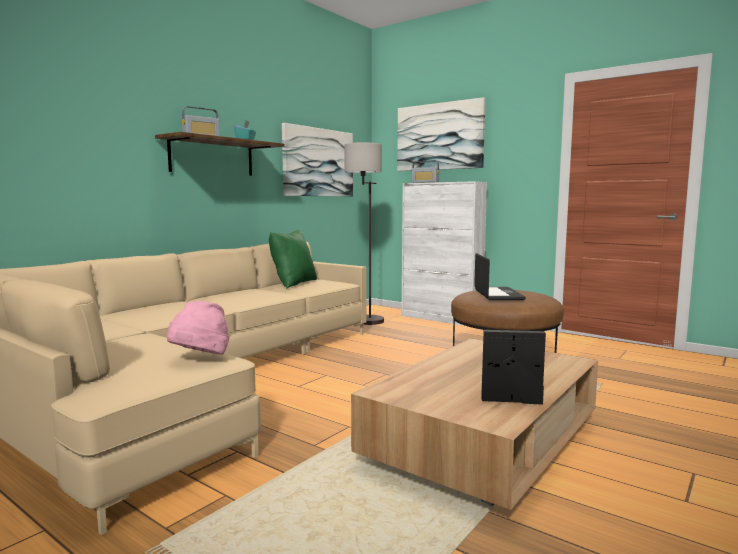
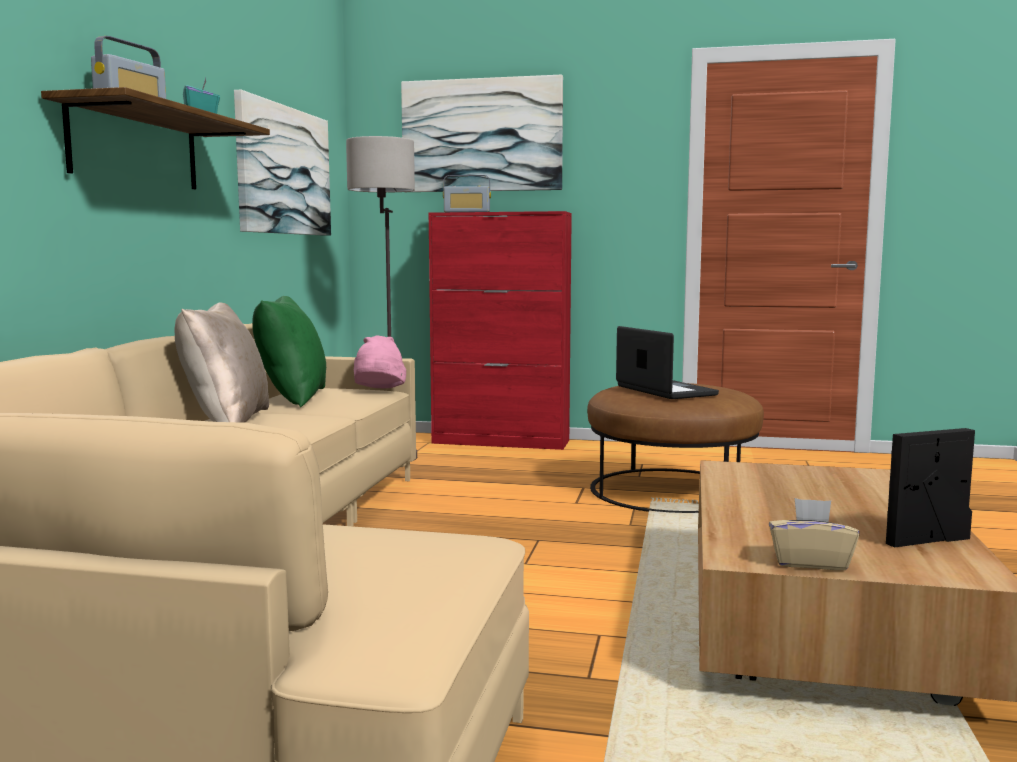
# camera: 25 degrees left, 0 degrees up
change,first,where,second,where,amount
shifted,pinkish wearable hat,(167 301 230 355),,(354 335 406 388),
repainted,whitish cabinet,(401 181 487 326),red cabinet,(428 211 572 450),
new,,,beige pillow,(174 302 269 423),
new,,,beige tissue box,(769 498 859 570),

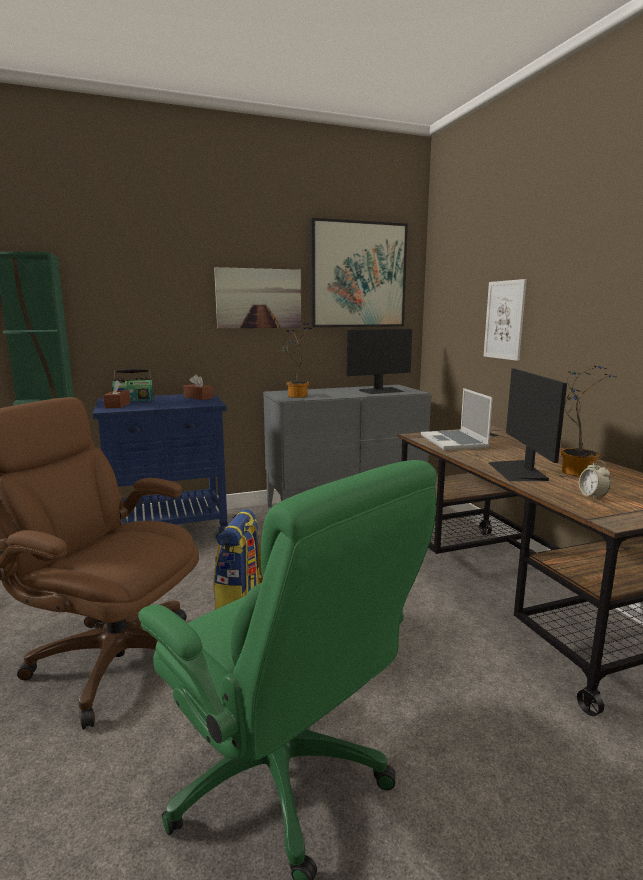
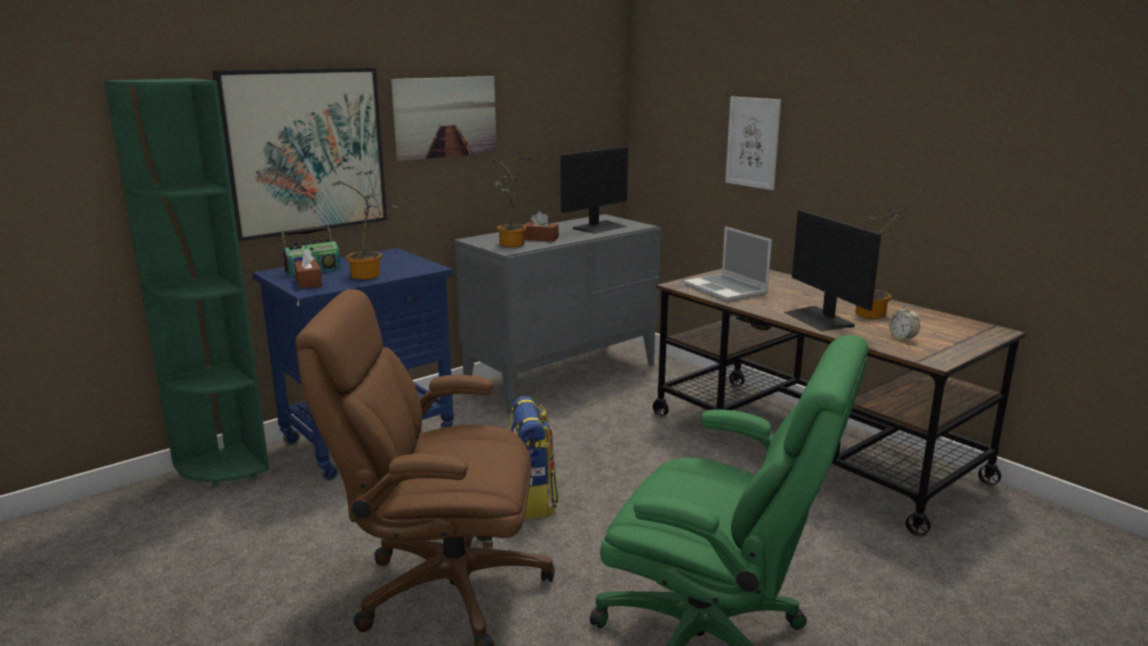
# camera: 20 degrees left, 5 degrees up
change,first,where,second,where,amount
shifted,brown-coloured tissue box,(183 374 213 400),,(524 211 559 242),
shifted,picture,(310 218 408 327),,(212 68 387 242),
new,,,houseplant,(331 166 399 280),

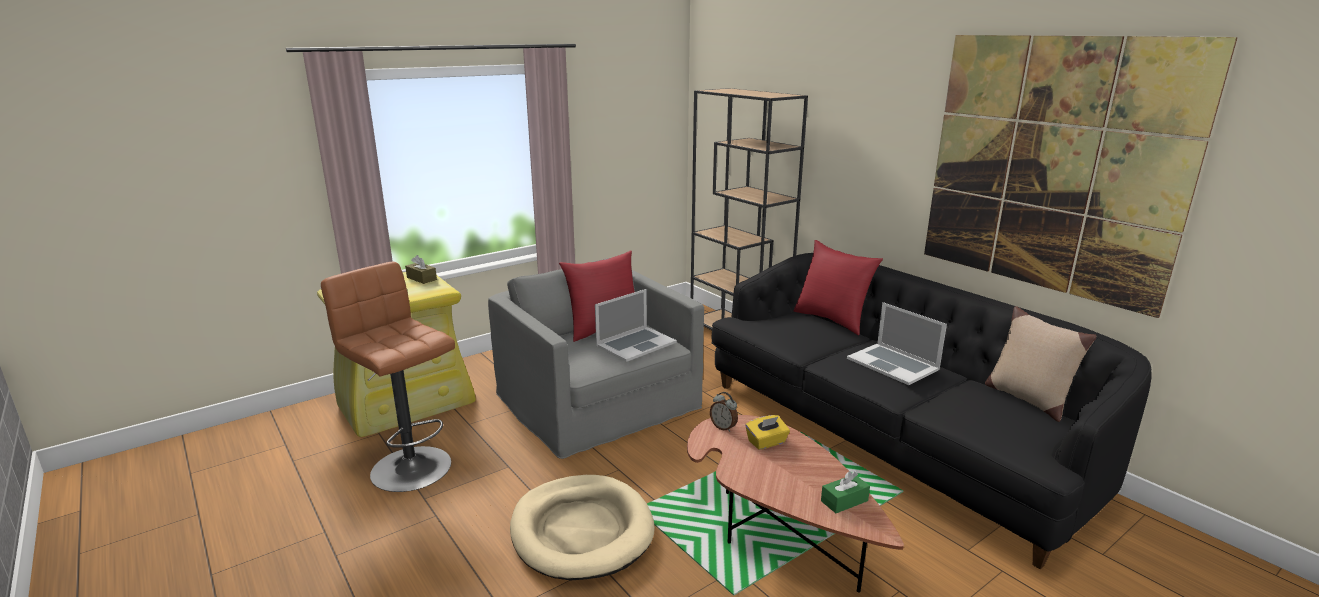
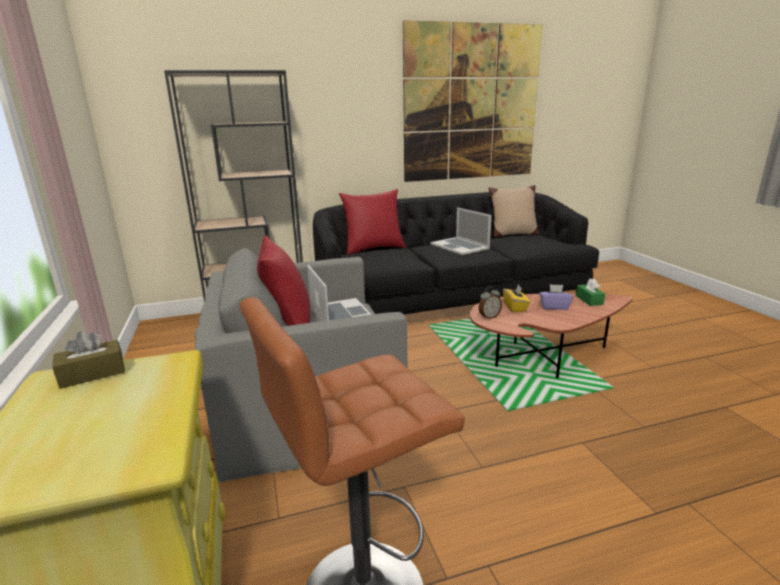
# camera: 70 degrees left, 0 degrees up
change,first,where,second,where,amount
gone,beige dog bed,(510 475 655 580),,,
rotated,portable computer,(847 302 947 385),,(430 207 492 255),75 degrees clockwise
new,,,purple tissue box,(539 284 573 310),

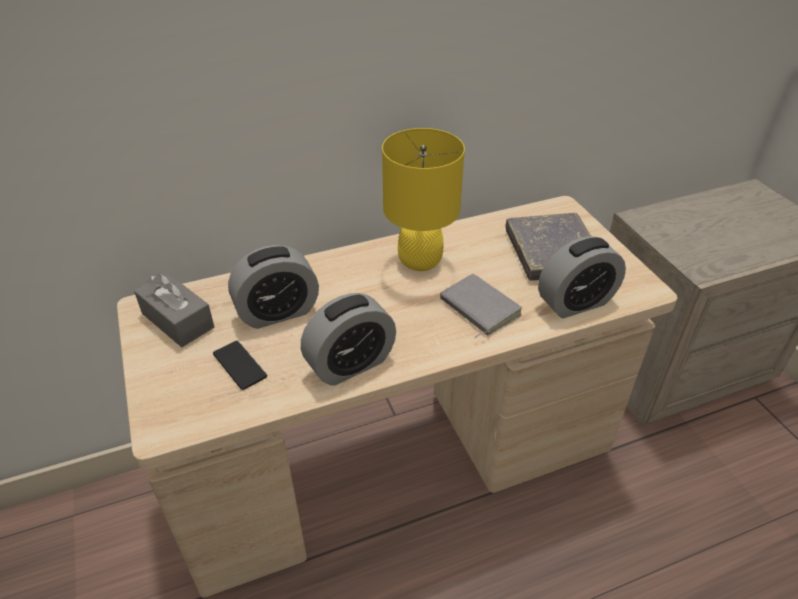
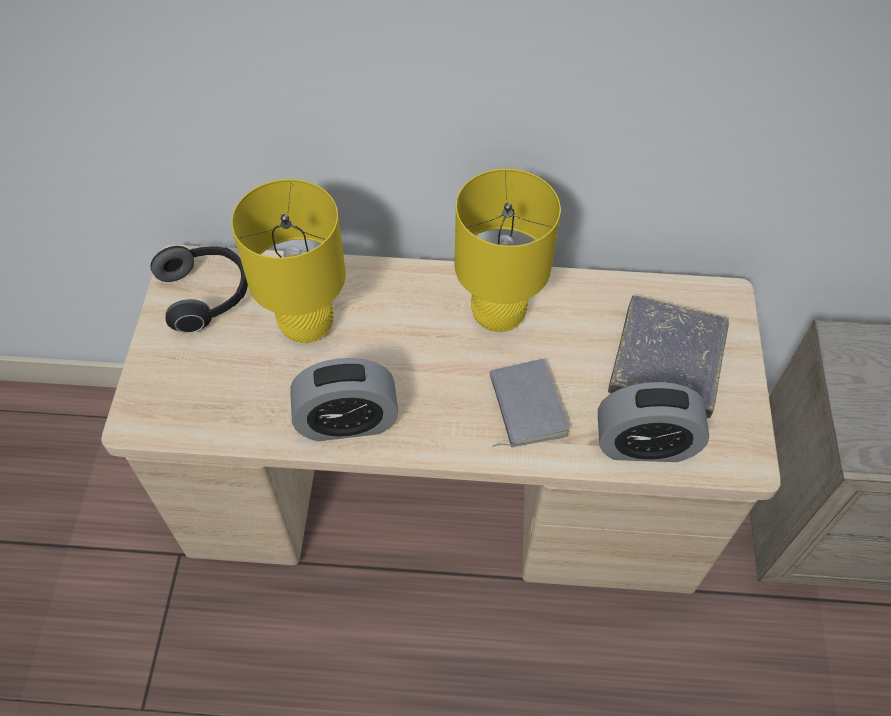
# camera: 25 degrees right, 15 degrees up
change,first,where,second,where,amount
swapped,greyish tissue box,(134 273 214 347),pair of headphones,(150 246 248 333),
gone,handset,(213 341 267 390),,,
swapped,bedside clock,(228 245 319 329),yellow lamp for a table,(231 179 346 343),

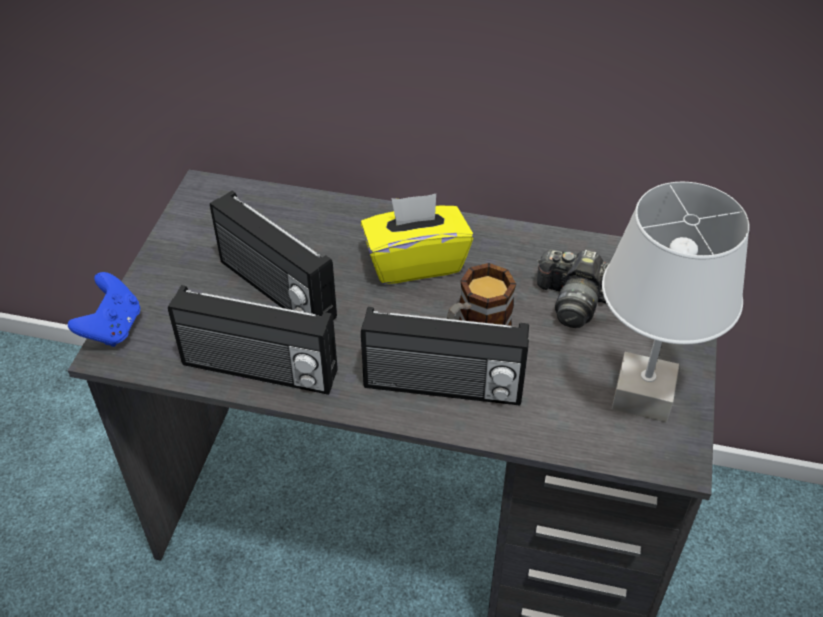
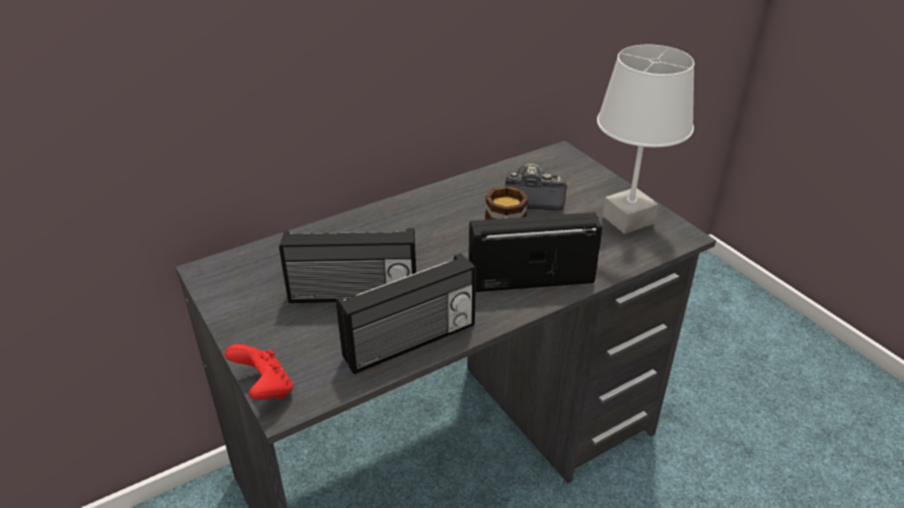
# camera: 45 degrees left, 10 degrees down
change,first,where,second,where,amount
repainted,blue-coloured game controller,(68 272 140 347),red game controller,(225 344 293 400),
gone,yellow tissue box,(361 194 474 284),,,
rotated,radio,(361 307 529 405),,(469 212 602 292),150 degrees counterclockwise
rotated,still camera,(537 249 610 328),,(505 163 569 210),150 degrees counterclockwise

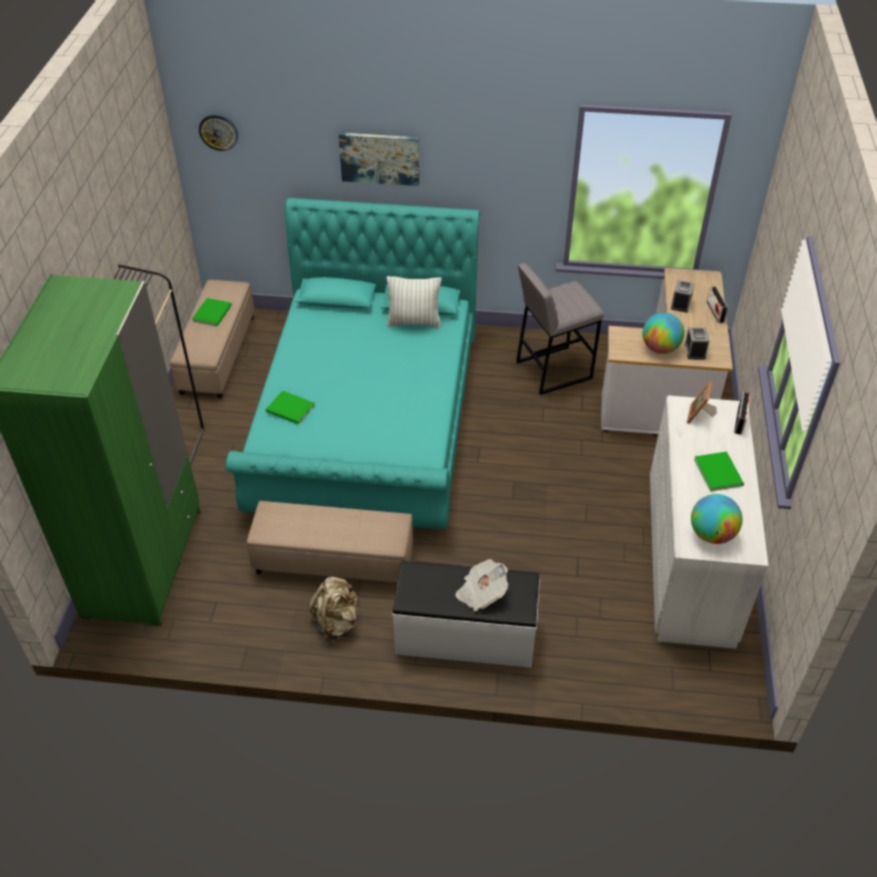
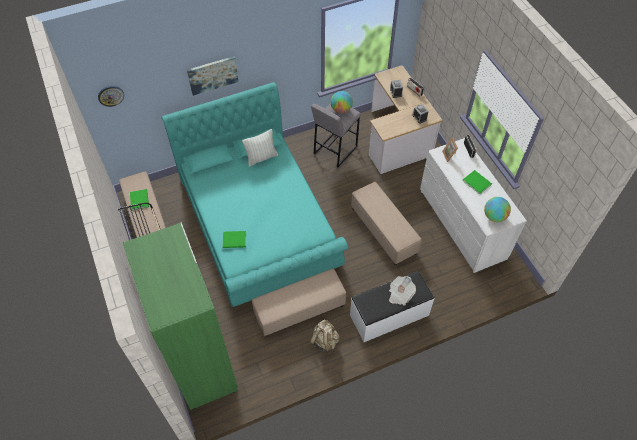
# camera: 30 degrees left, 10 degrees up
change,first,where,second,where,amount
shifted,world globe,(643 313 684 354),,(331 91 353 113),
new,,,beige ottoman,(351 182 422 265),

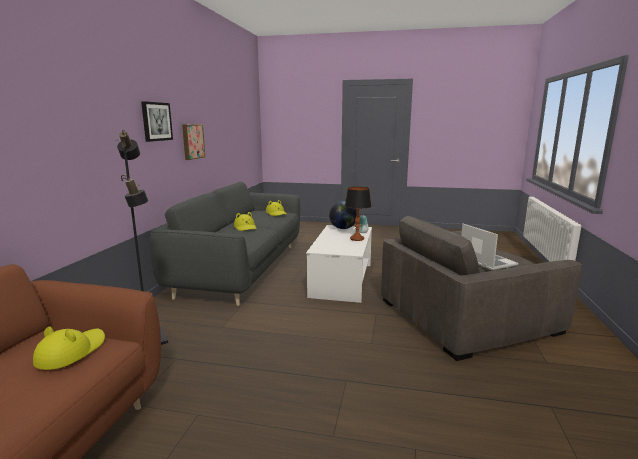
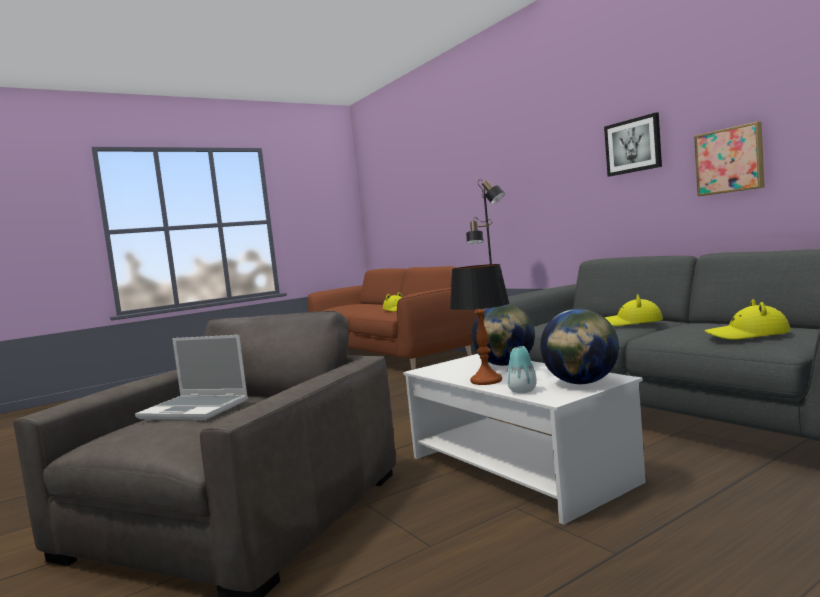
# camera: 135 degrees right, 10 degrees down
change,first,where,second,where,amount
new,,,world globe,(471 304 535 366),

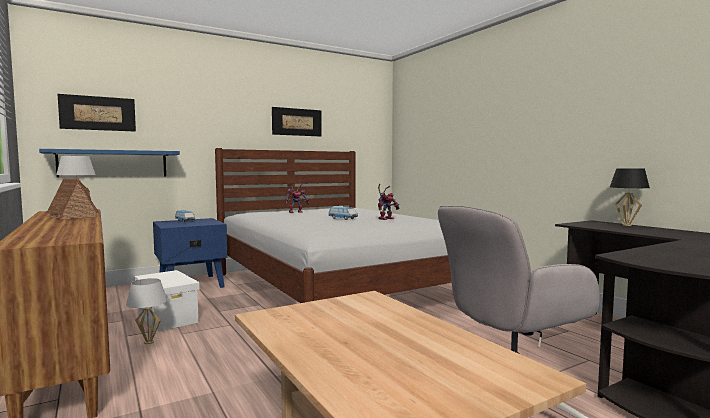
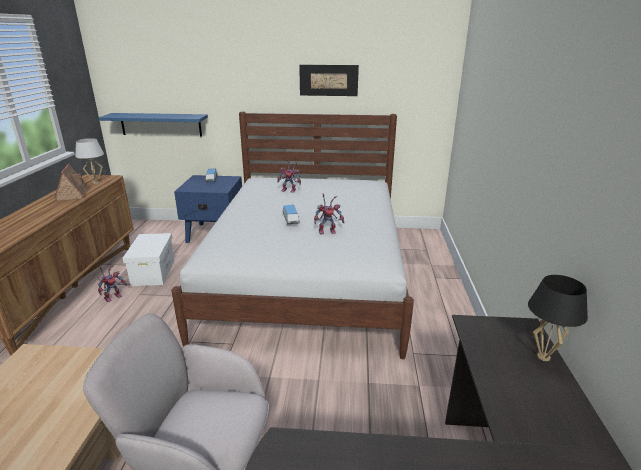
# camera: 35 degrees right, 20 degrees up
change,first,where,second,where,amount
gone,picture,(58 94 136 132),,,
swapped,whitish lamp for a table,(126 278 167 344),robot figure,(98 265 127 302),

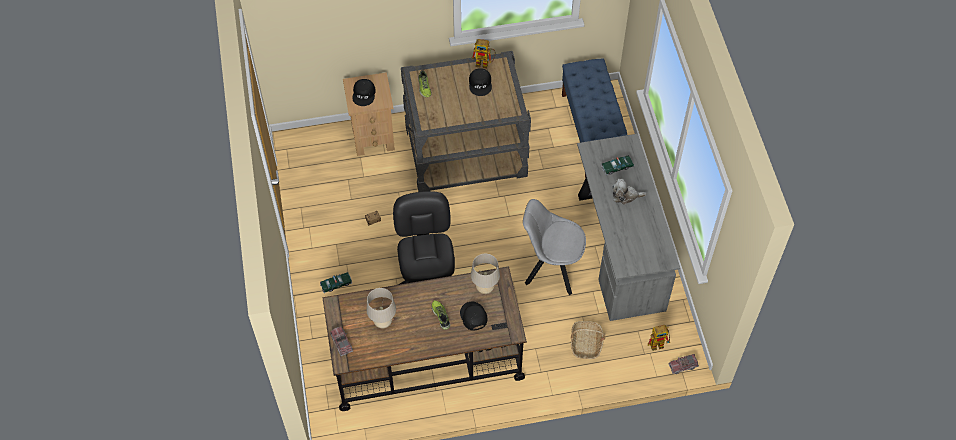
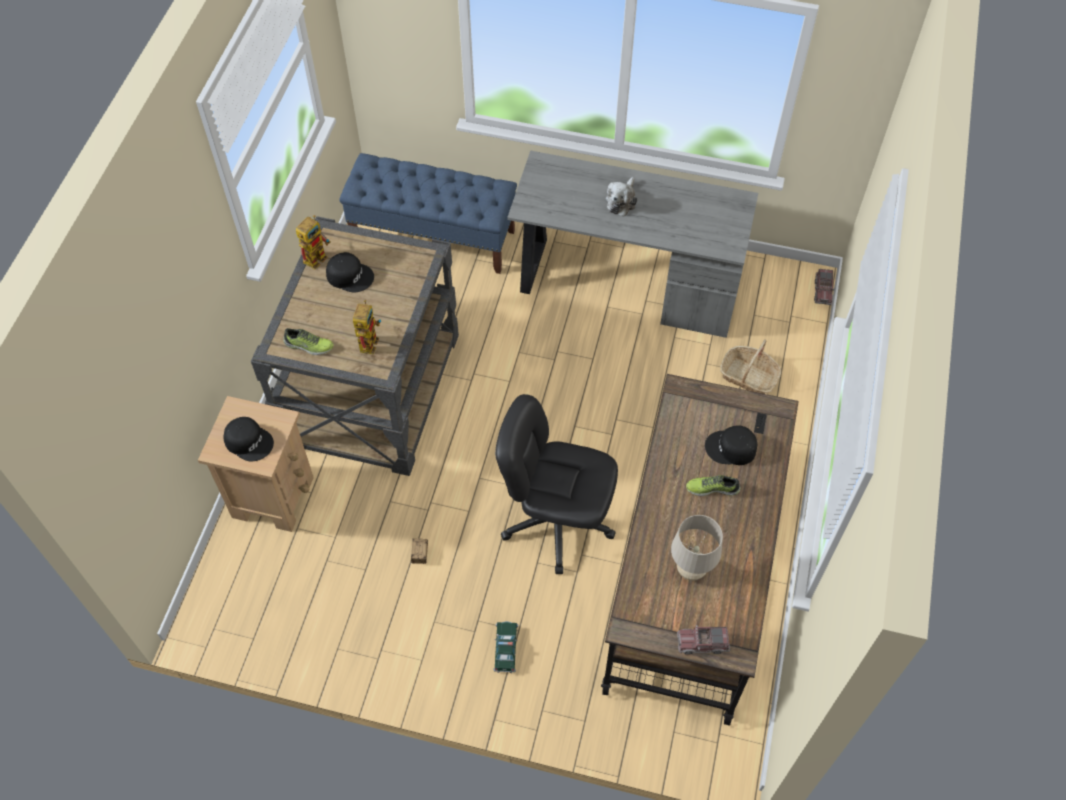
# camera: 65 degrees left, 0 degrees up
change,first,where,second,where,amount
gone,beige lamp for a table,(471 254 500 294),,,
gone,greyish chair,(523 199 586 295),,,
gone,miniature car,(601 155 634 175),,,
shifted,robot figure,(647 325 670 351),,(353 299 381 354),

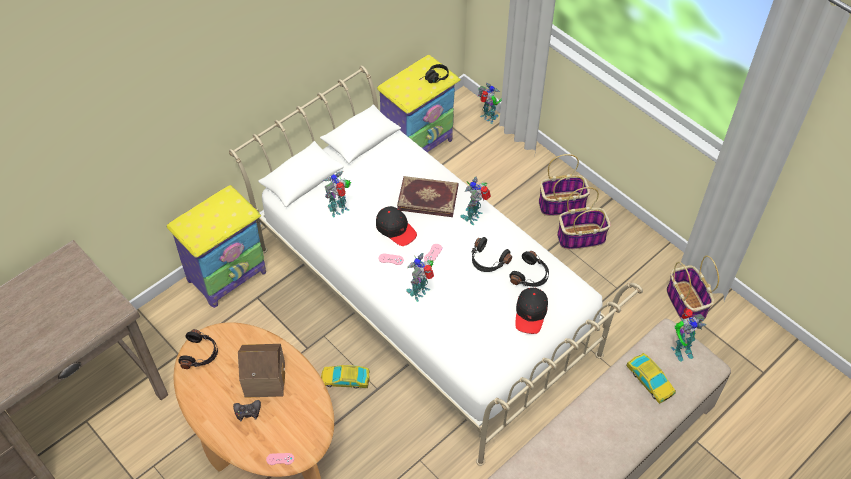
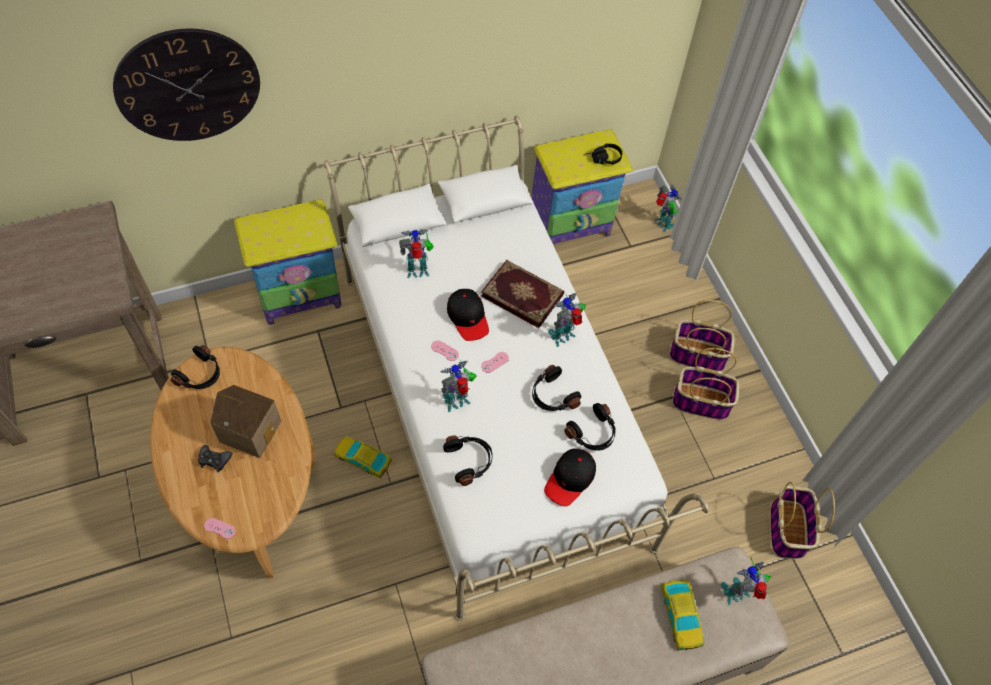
# camera: 20 degrees right, 5 degrees up
change,first,where,second,where,amount
rotated,robot figure,(671 307 707 362),,(721 558 772 605),150 degrees clockwise
new,,,clock on the wall,(113 28 260 141),
new,,,black pair of headphones,(443 435 492 486),

